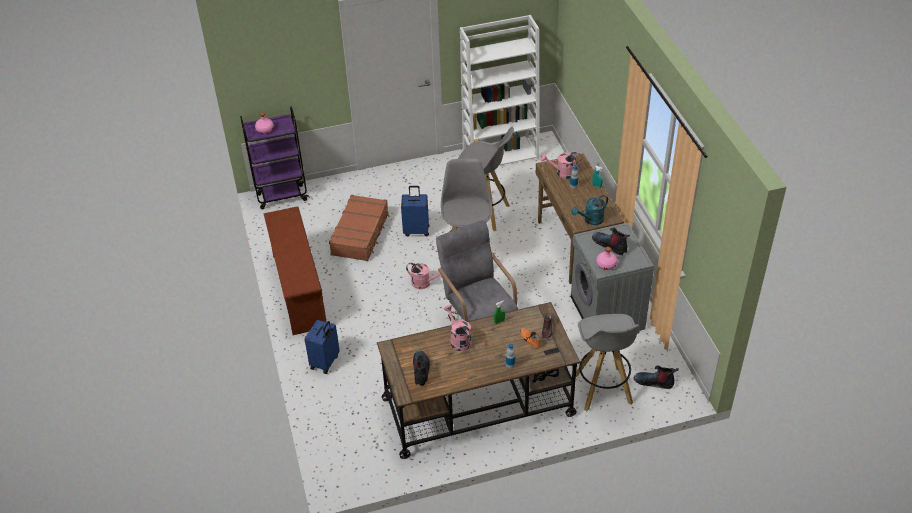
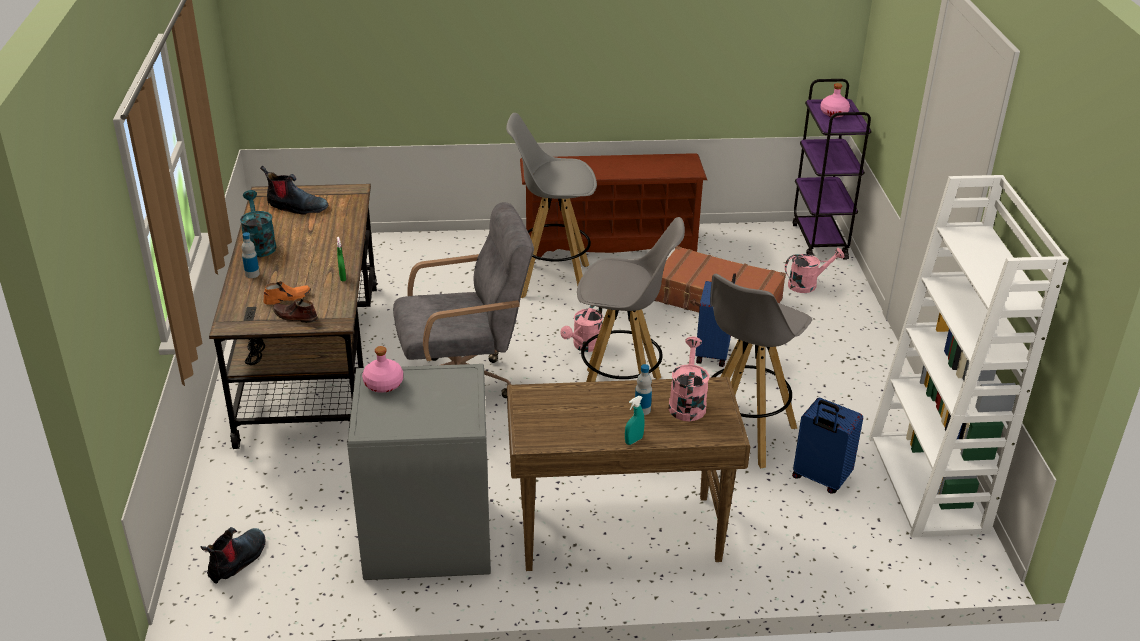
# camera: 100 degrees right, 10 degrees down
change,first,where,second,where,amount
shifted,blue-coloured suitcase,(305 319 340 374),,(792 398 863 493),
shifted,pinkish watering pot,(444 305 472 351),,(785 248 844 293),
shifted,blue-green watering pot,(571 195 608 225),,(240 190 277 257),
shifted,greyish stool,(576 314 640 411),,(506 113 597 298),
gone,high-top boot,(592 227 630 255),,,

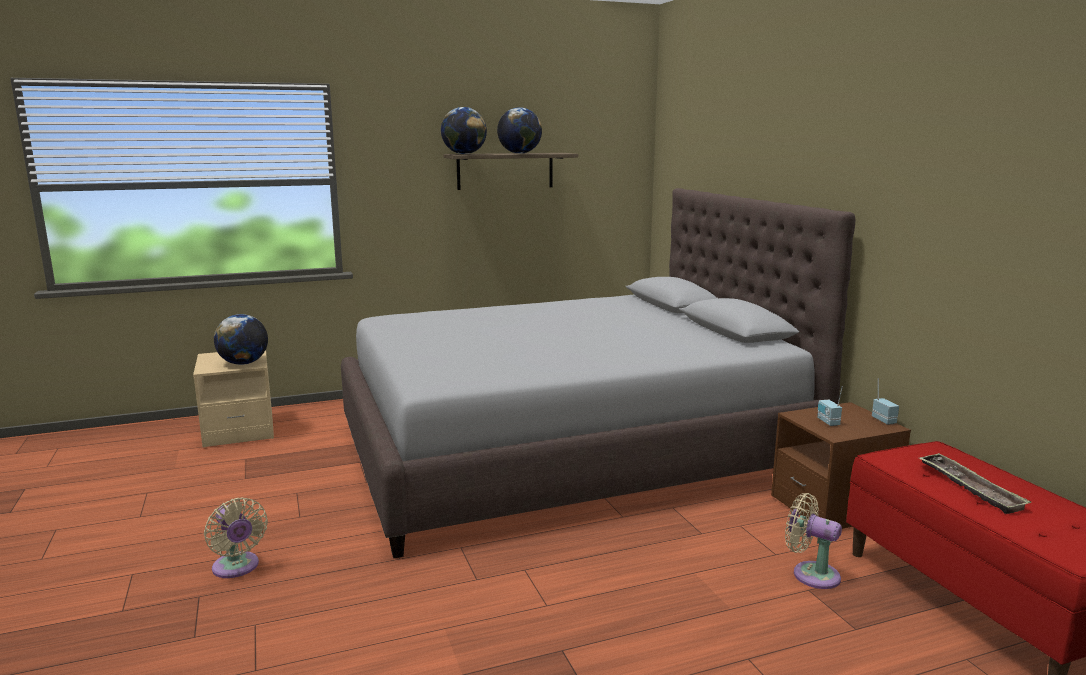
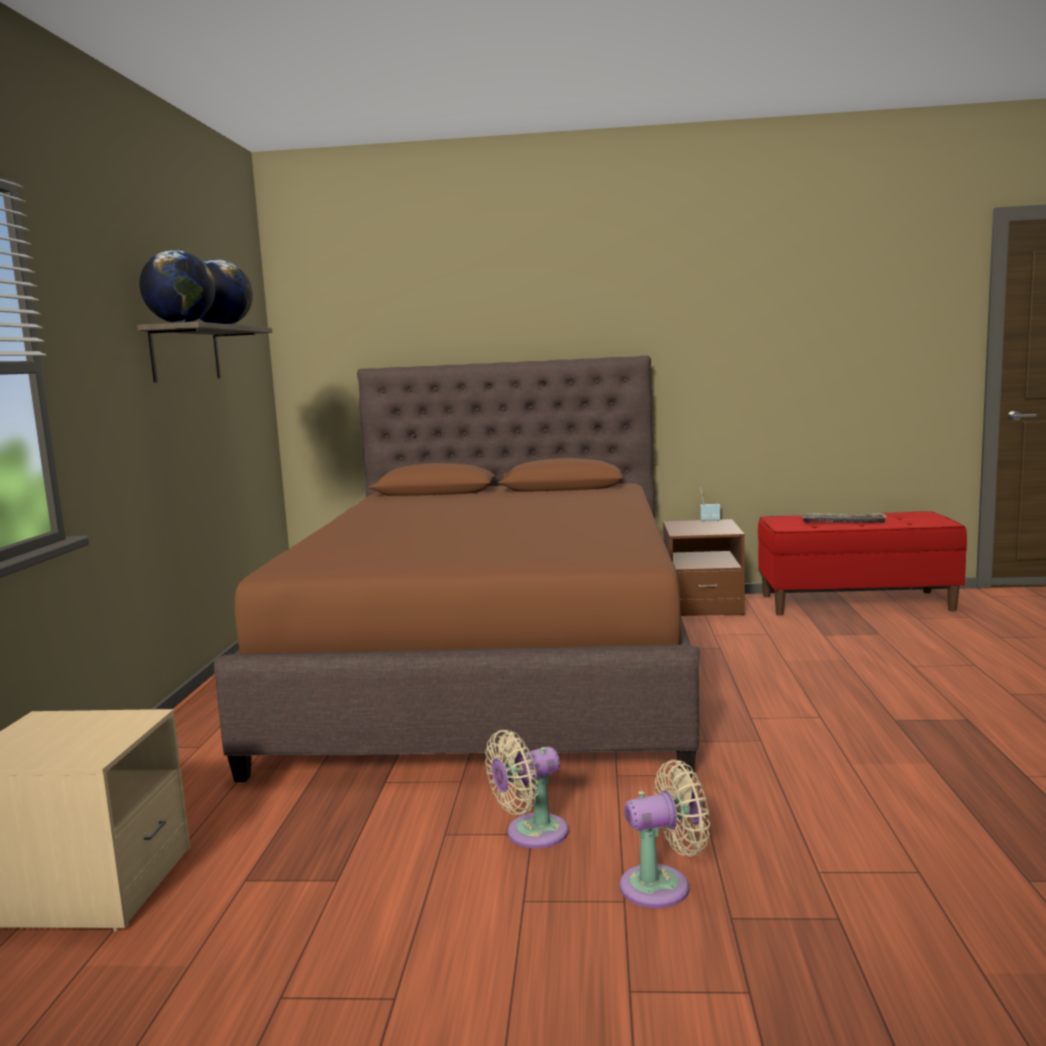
# camera: 65 degrees left, 5 degrees down
change,first,where,second,where,amount
gone,world globe,(214 314 268 365),,,
repainted,greyish bedroom bed,(341 188 855 558),brown-coloured bedroom bed,(214 355 700 782),
shifted,beige fan,(785 493 842 589),,(485 730 569 848),
gone,radio,(817 386 843 426),,,

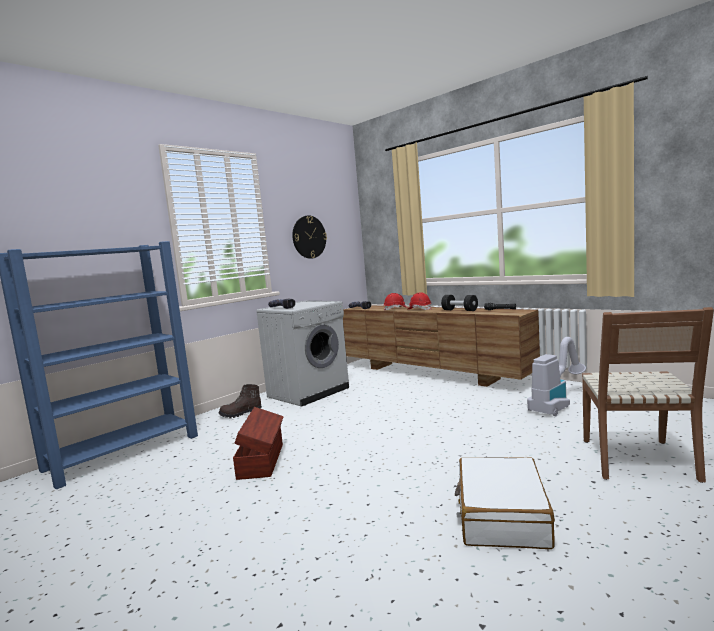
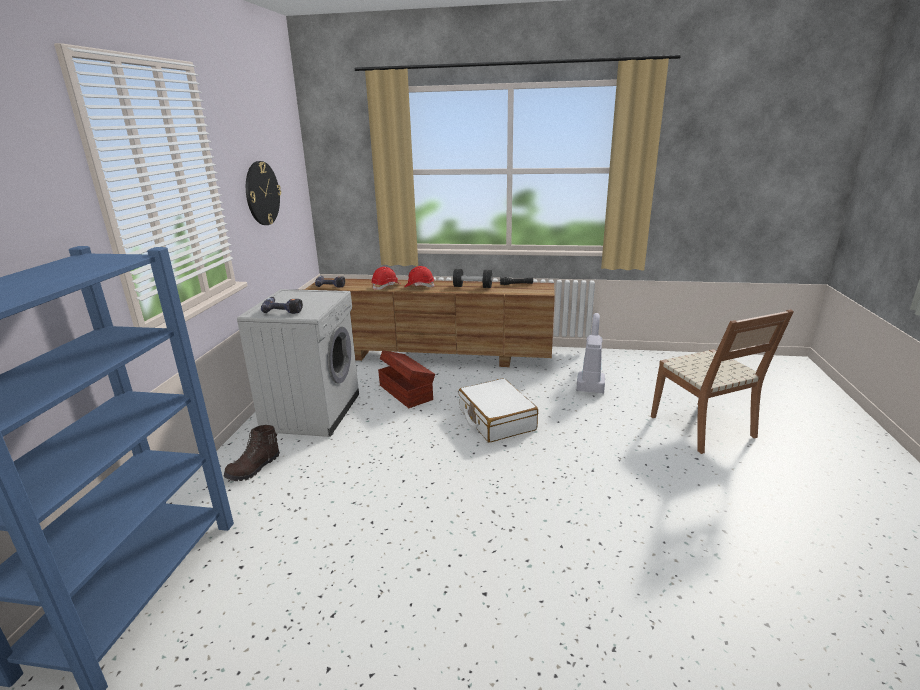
# camera: 35 degrees left, 15 degrees up
change,first,where,second,where,amount
shifted,brown-coloured storage container,(233 407 284 480),,(378 350 435 408),
shifted,whitish suitcase,(455 457 555 549),,(459 378 538 443),

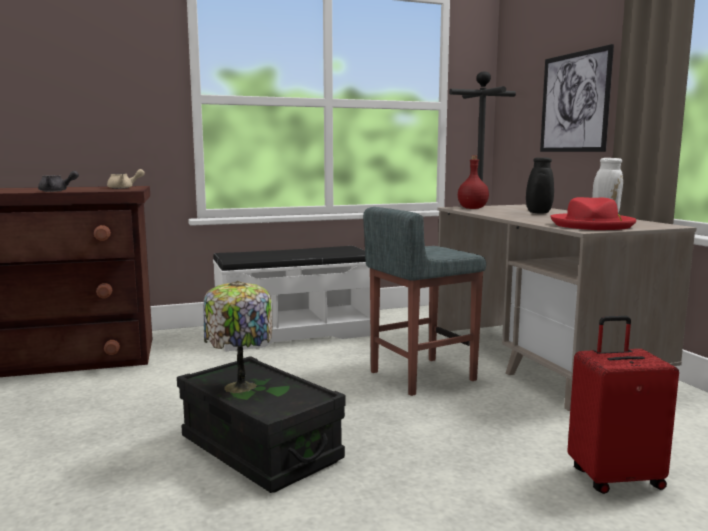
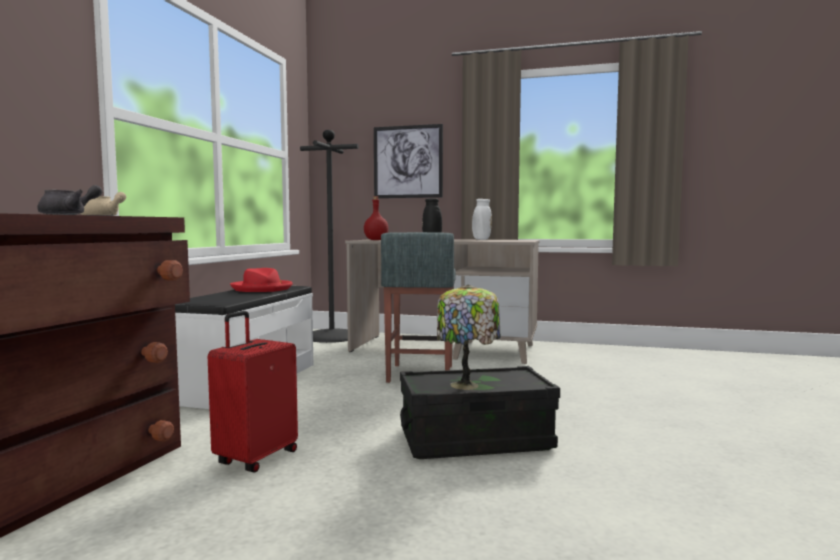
# camera: 55 degrees left, 5 degrees down
change,first,where,second,where,amount
shifted,red wearable hat,(550 197 636 230),,(230 268 293 292),
shifted,red suitcase,(567 316 679 494),,(208 311 298 472),

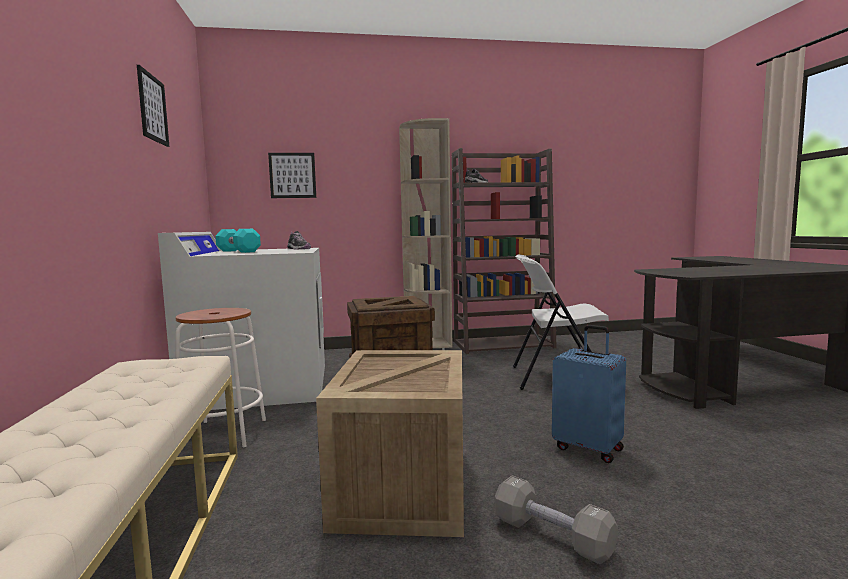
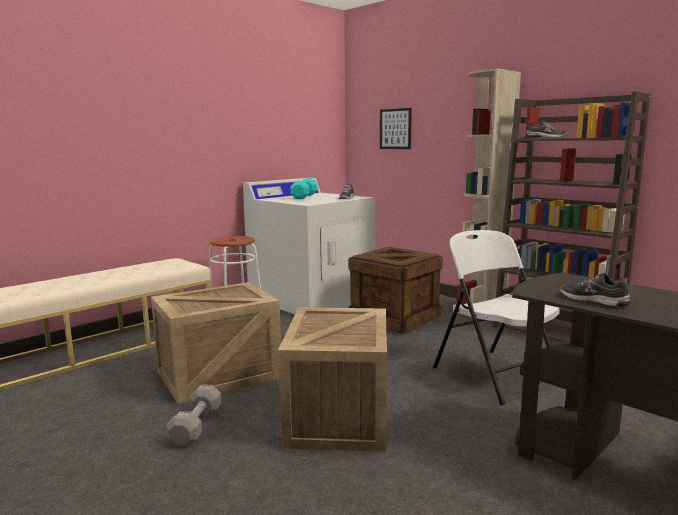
# camera: 55 degrees right, 5 degrees up
change,first,where,second,where,amount
gone,picture,(137 65 169 147),,,
swapped,blue-coloured suitcase,(552 325 626 463),packing crate,(278 307 387 452),
new,,,shoe,(560 273 630 307),

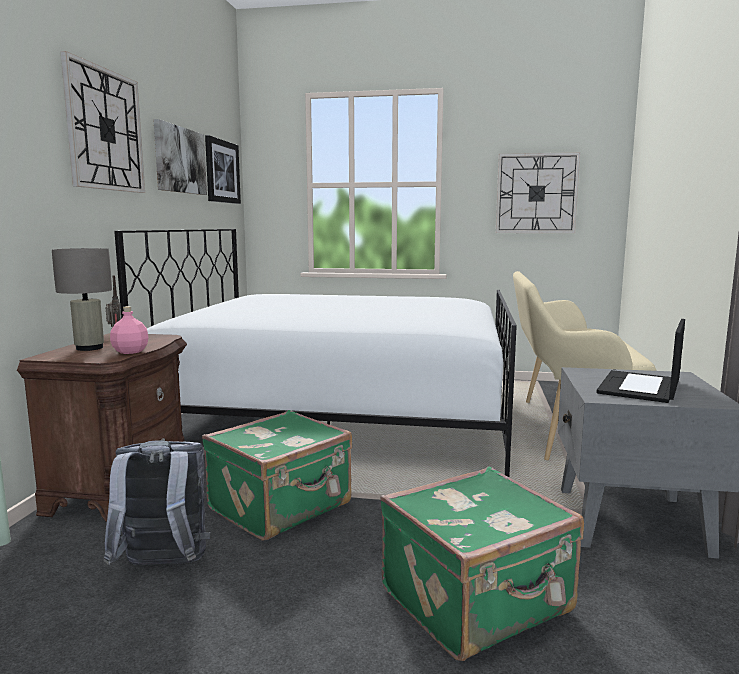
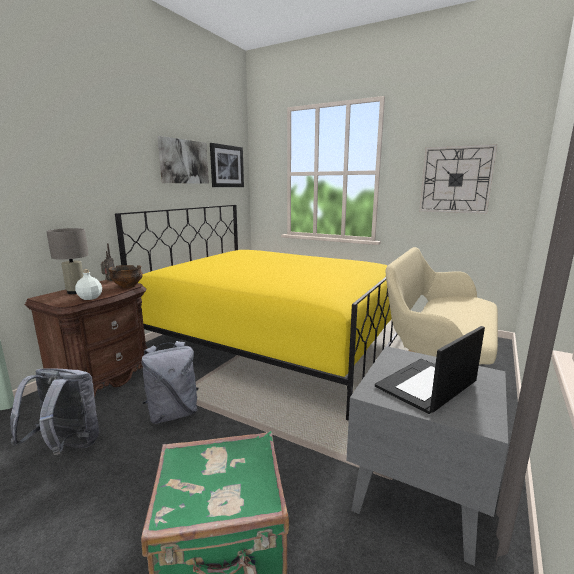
# camera: 20 degrees right, 5 degrees up
change,first,where,second,where,amount
gone,clock on the wall,(60 51 145 193),,,
repainted,pinkish bottle,(110 306 149 354),whitish bottle,(75 269 102 300),
repainted,whitish bedroom bed,(114 229 517 477),yellow bedroom bed,(115 205 398 421),
swapped,green-coloured suitcase,(202 410 352 541),greyish backpack,(141 341 198 424),
new,,,serving bowl,(108 265 143 288),

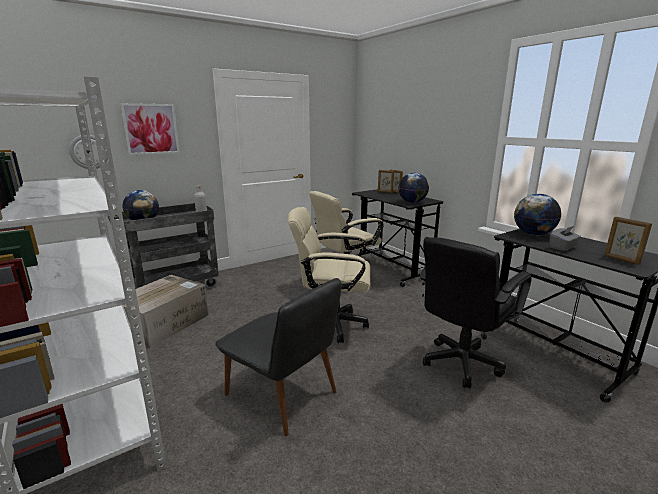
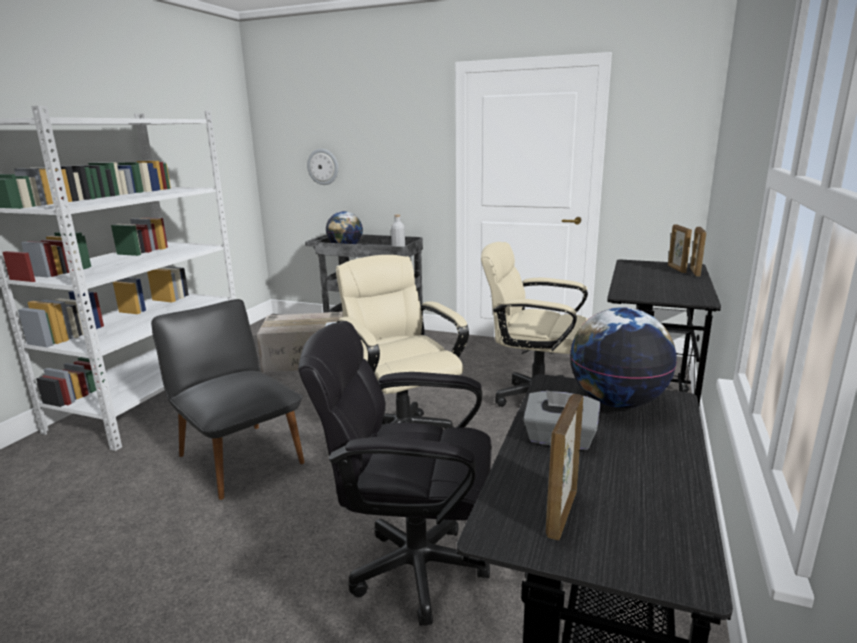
# camera: 55 degrees right, 0 degrees up
change,first,where,second,where,amount
gone,picture,(120 103 180 155),,,
rotated,black chair,(215 278 342 436),,(151 299 305 500),135 degrees clockwise
gone,world globe,(398 173 429 203),,,

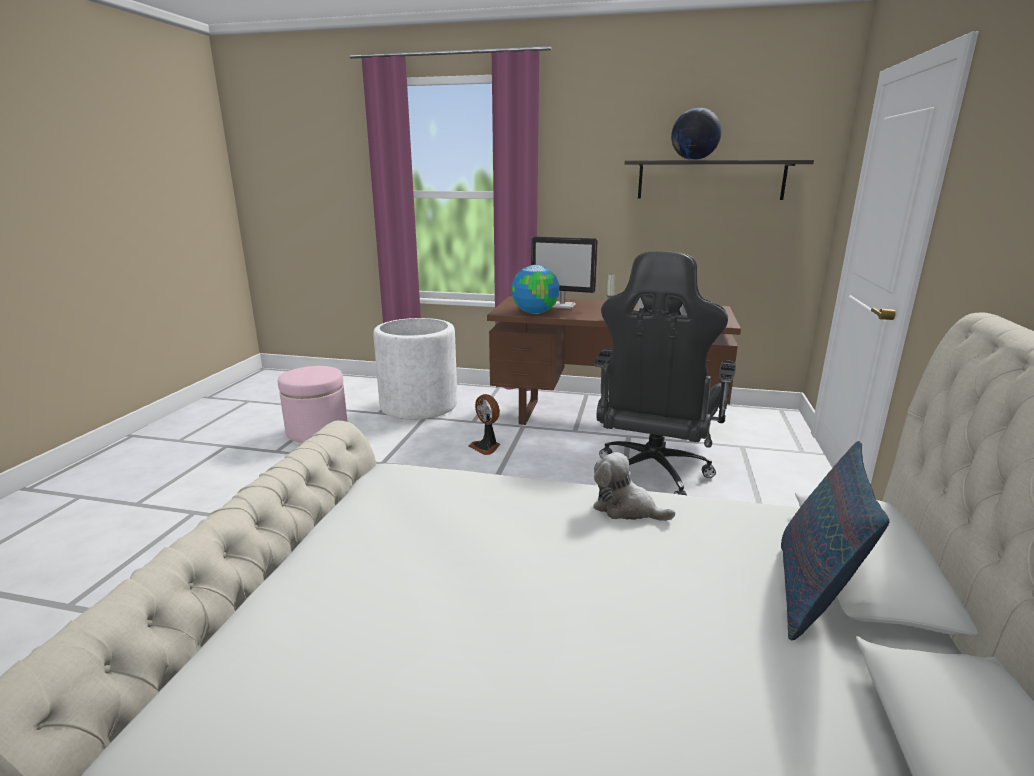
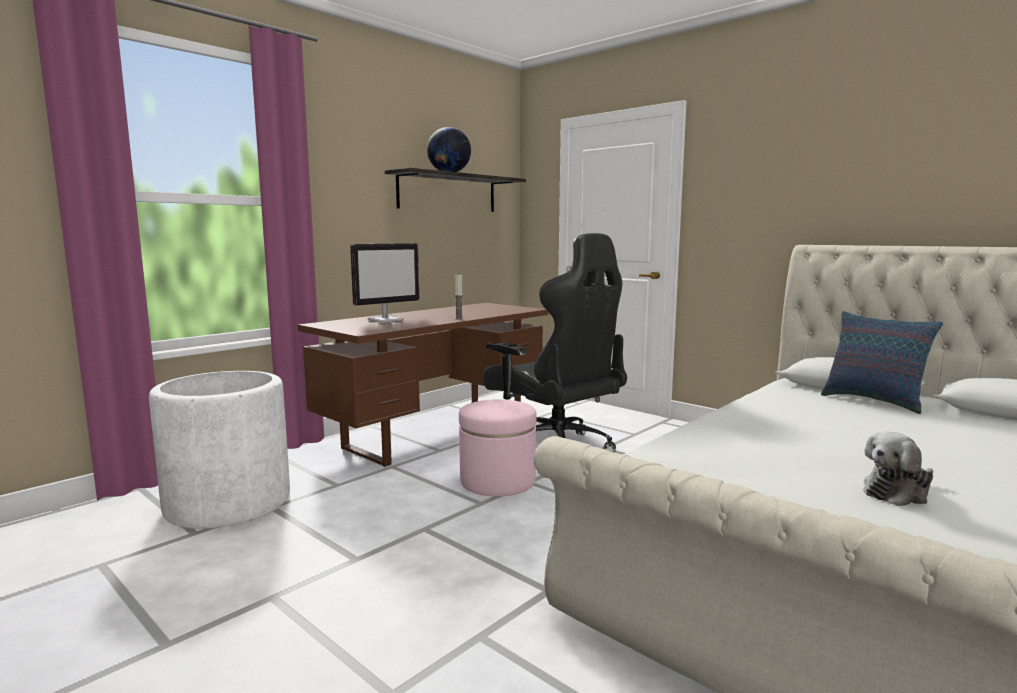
# camera: 60 degrees left, 10 degrees down
change,first,where,second,where,amount
shifted,pinkish ottoman,(278 366 348 443),,(459 399 537 497),
gone,fan,(469 394 500 455),,,
gone,world globe,(512 265 559 314),,,
shifted,cuddly toy,(593 452 675 521),,(863 431 933 506),

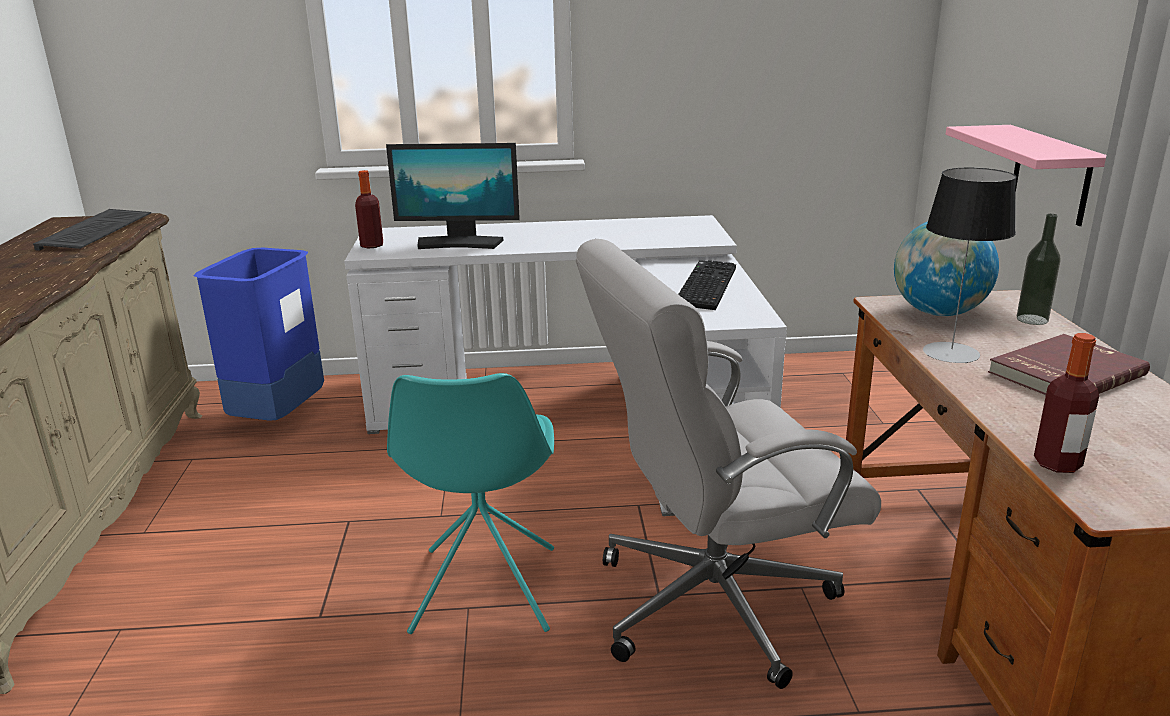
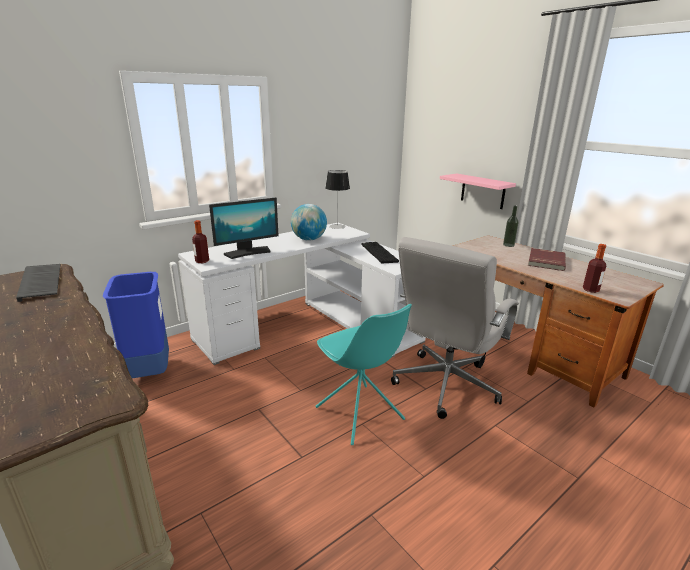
# camera: 35 degrees left, 0 degrees up
change,first,where,second,where,amount
shifted,world globe,(894 222 999 316),,(291 204 327 241),
shifted,lamp for a table,(923 168 1016 363),,(325 170 350 229),

